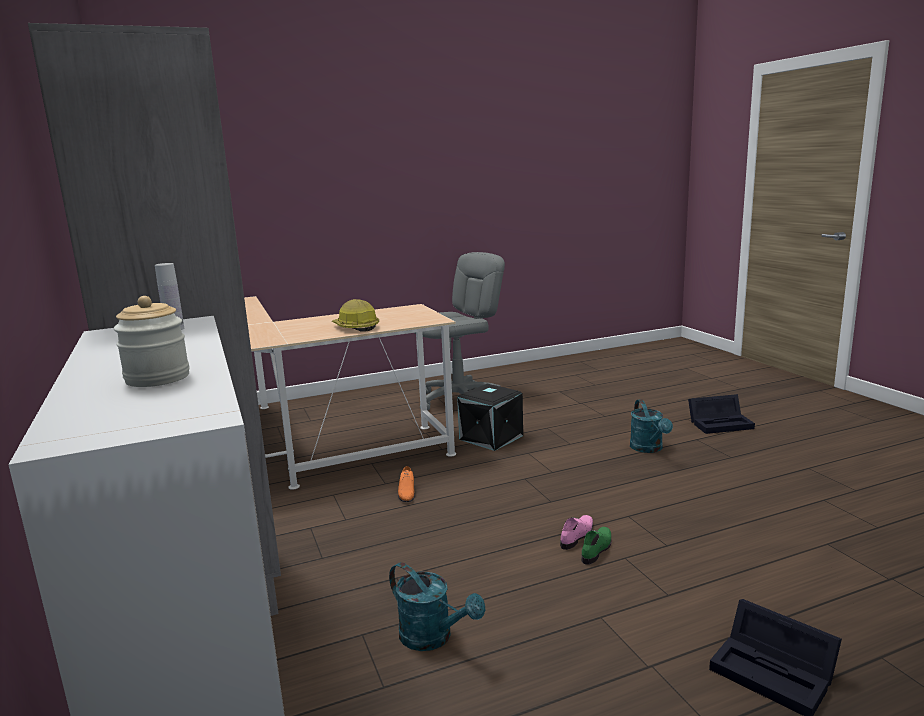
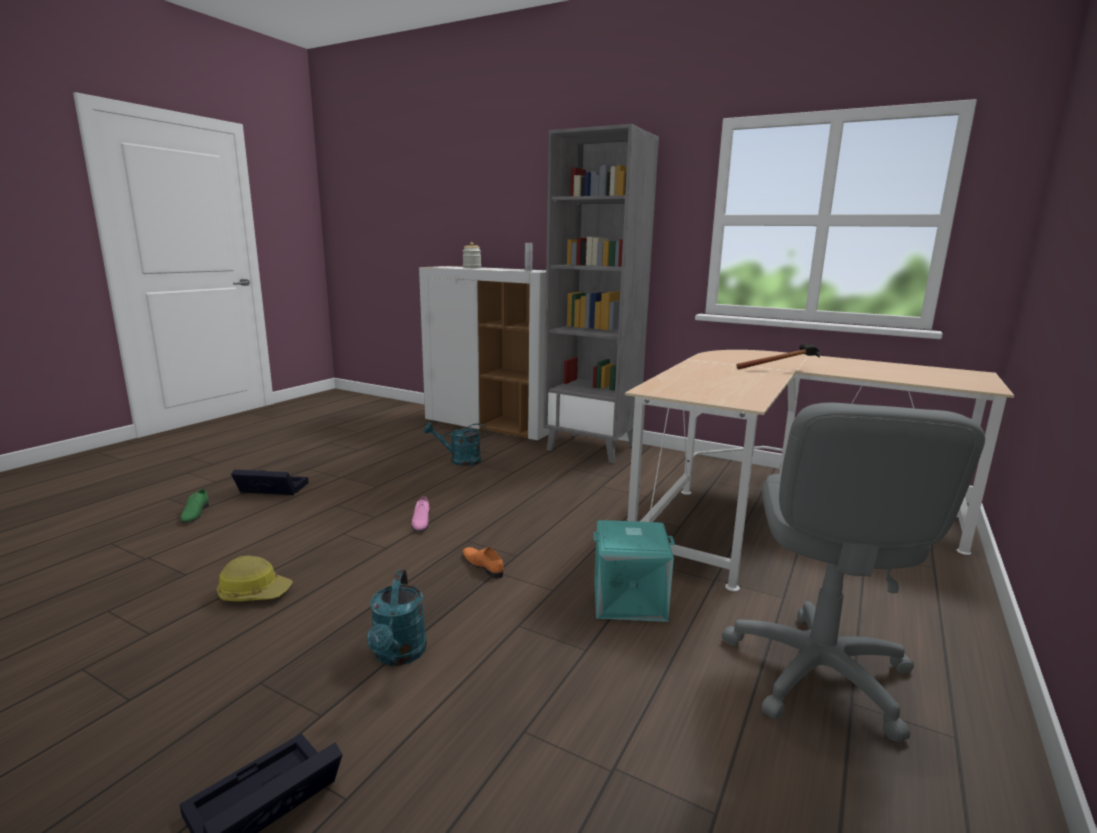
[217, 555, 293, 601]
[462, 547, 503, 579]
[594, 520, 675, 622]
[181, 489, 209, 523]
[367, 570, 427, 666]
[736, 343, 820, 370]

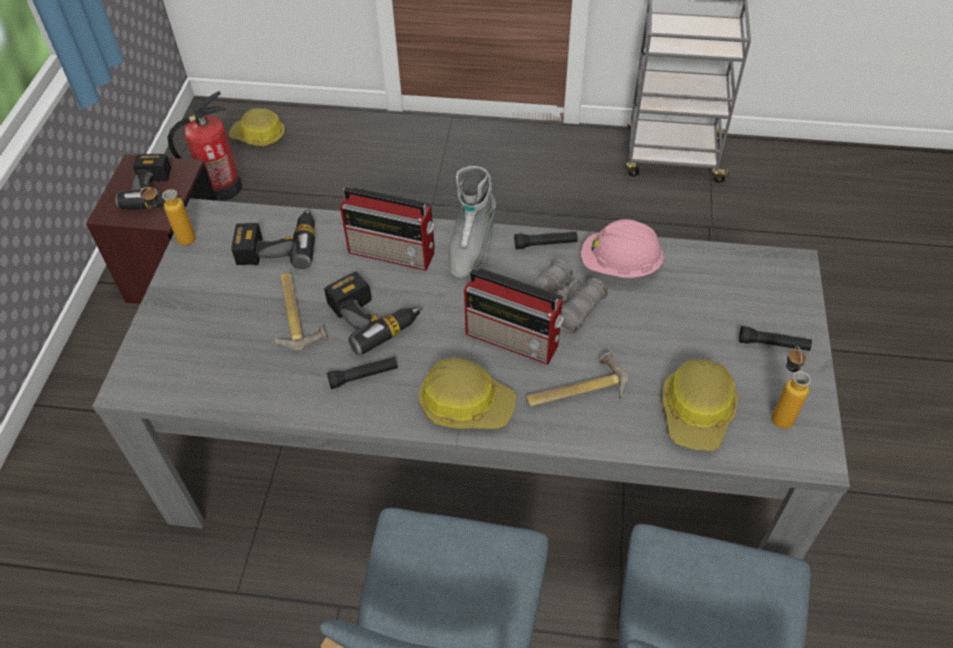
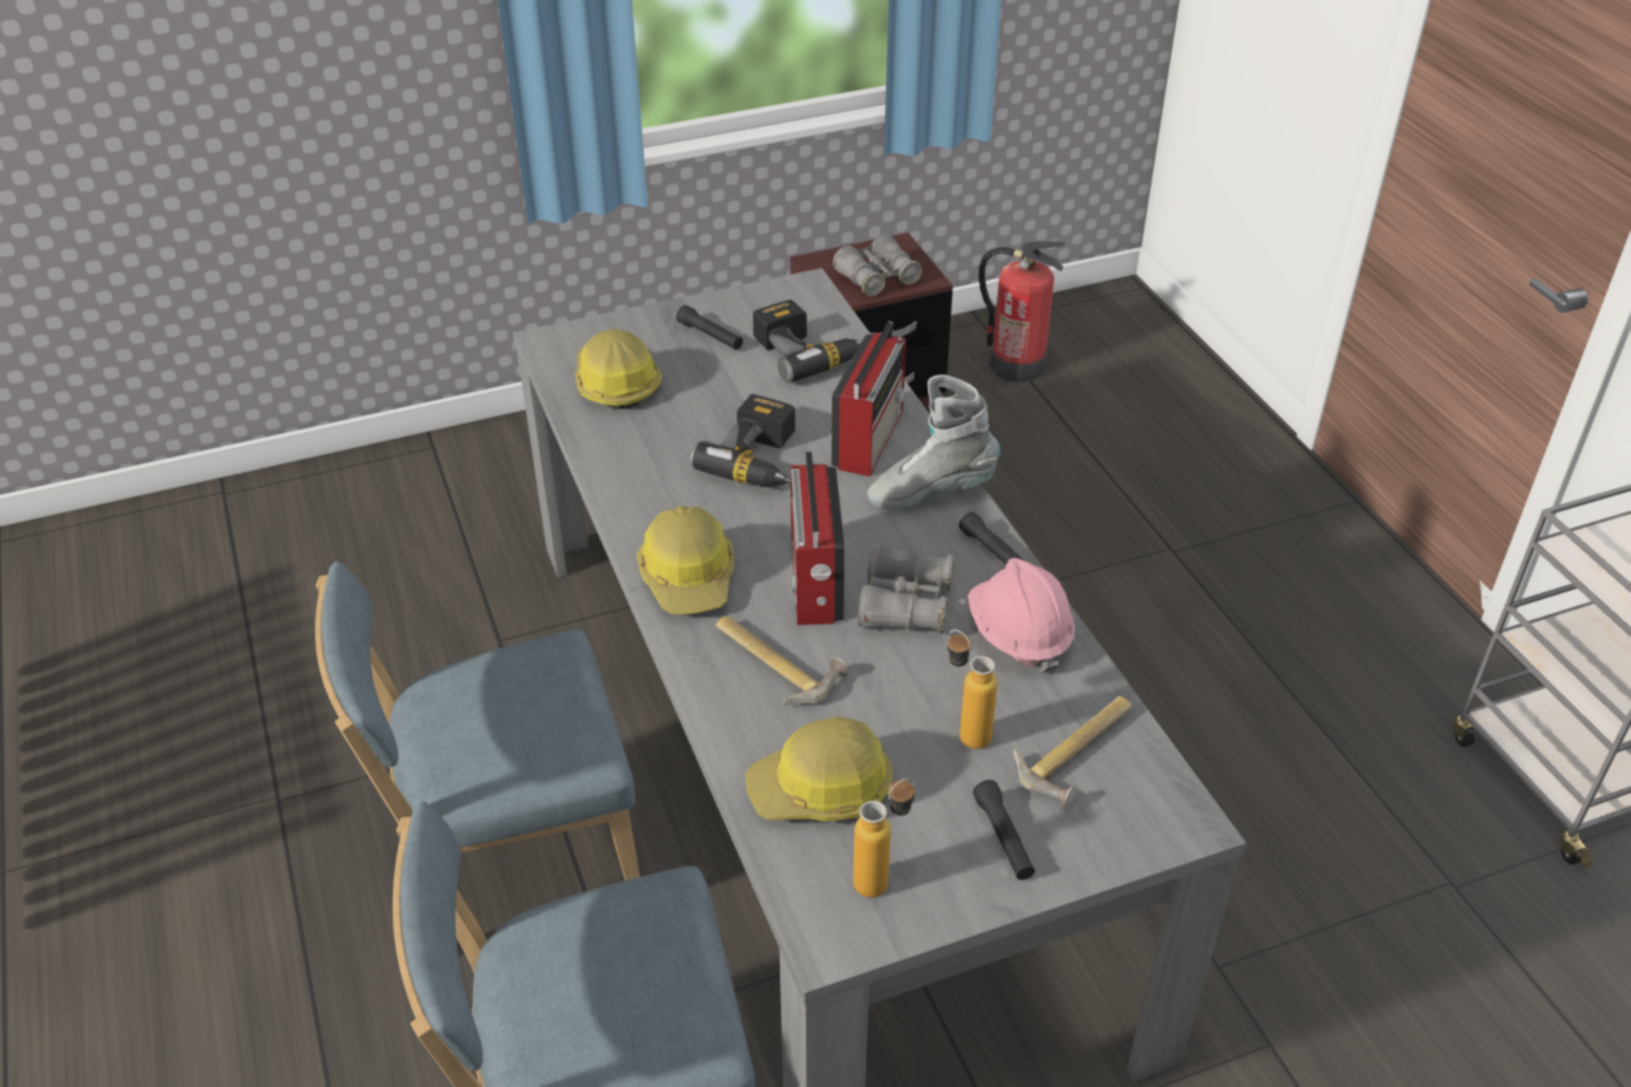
[833, 235, 922, 296]
[947, 630, 997, 749]
[575, 329, 662, 409]
[1014, 696, 1132, 809]
[677, 305, 743, 350]
[831, 321, 906, 477]

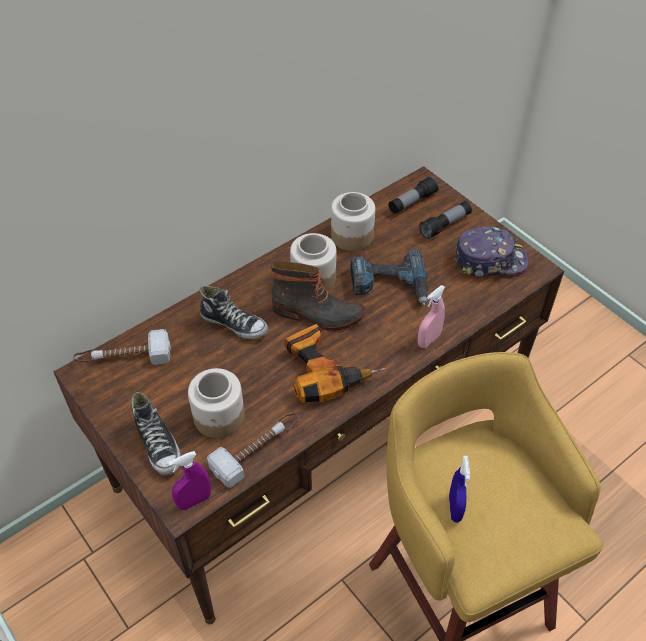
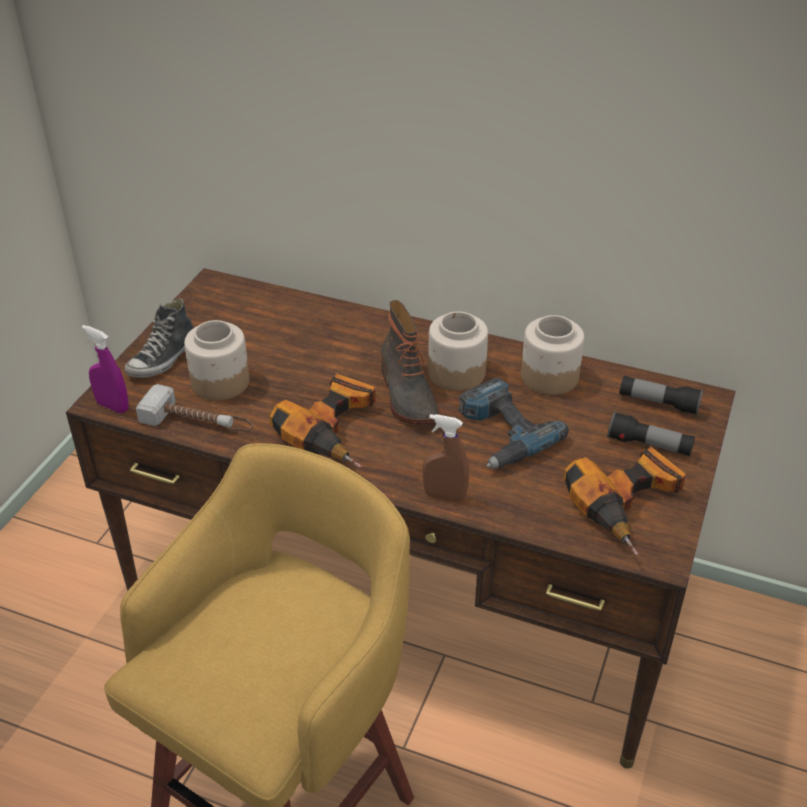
[73, 329, 171, 365] (first image)
[200, 286, 269, 339] (first image)
[422, 414, 469, 502]
[449, 456, 470, 523] (first image)
[564, 447, 686, 556]

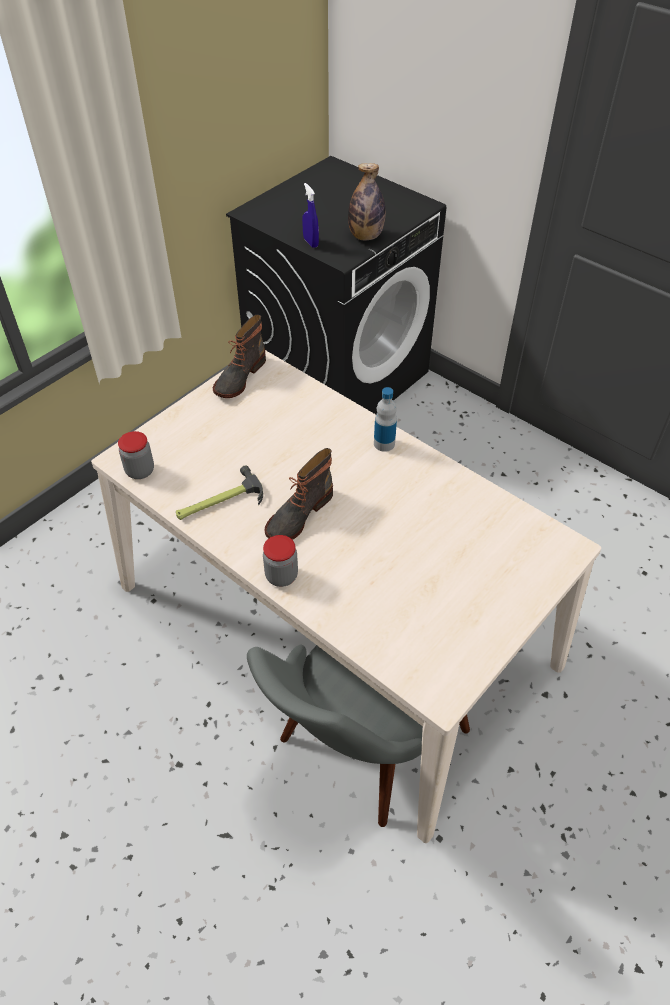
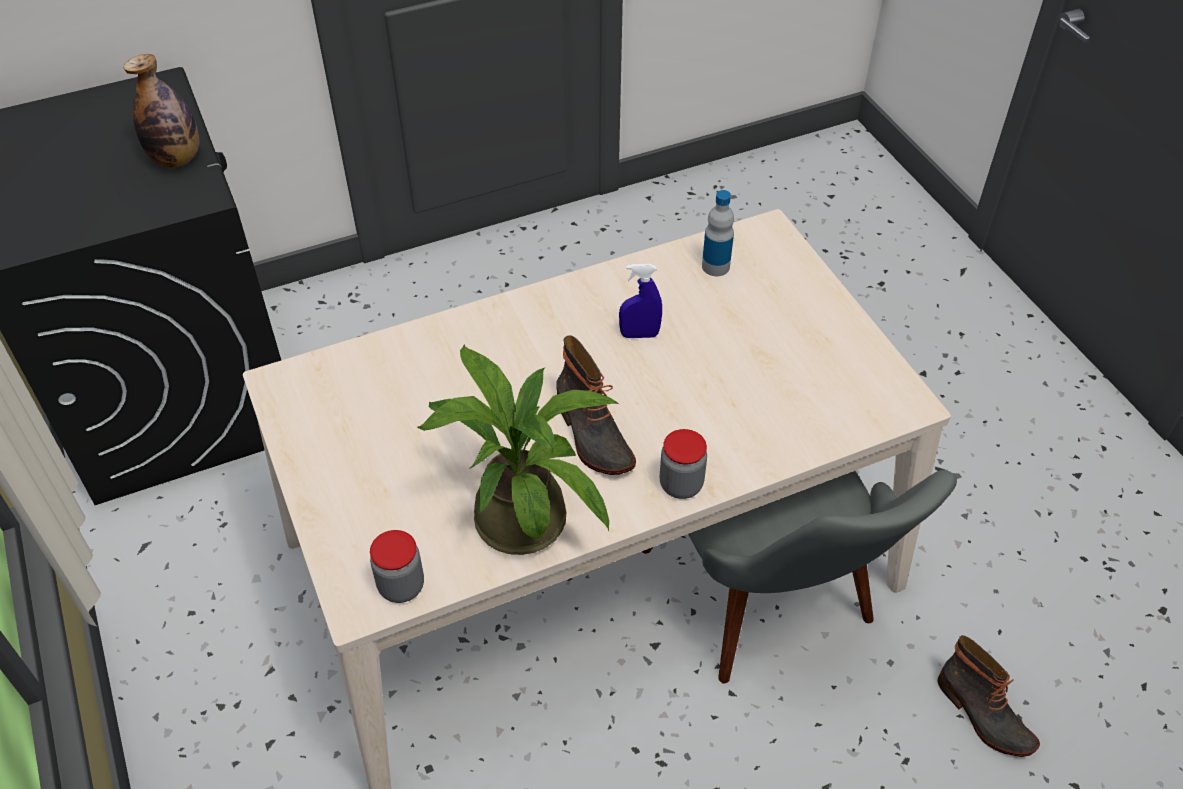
[417, 344, 619, 555]
[938, 635, 1040, 757]
[619, 264, 662, 338]
[702, 190, 734, 276]

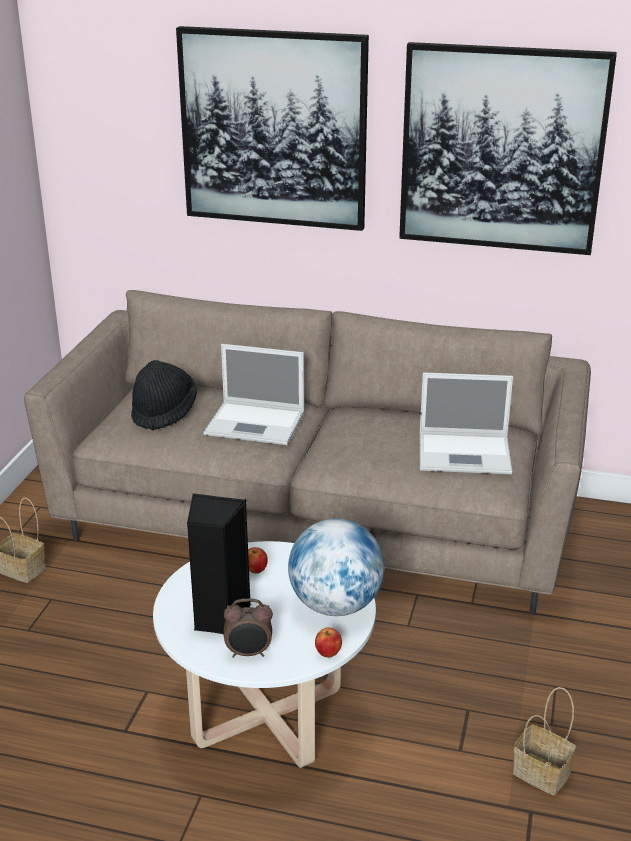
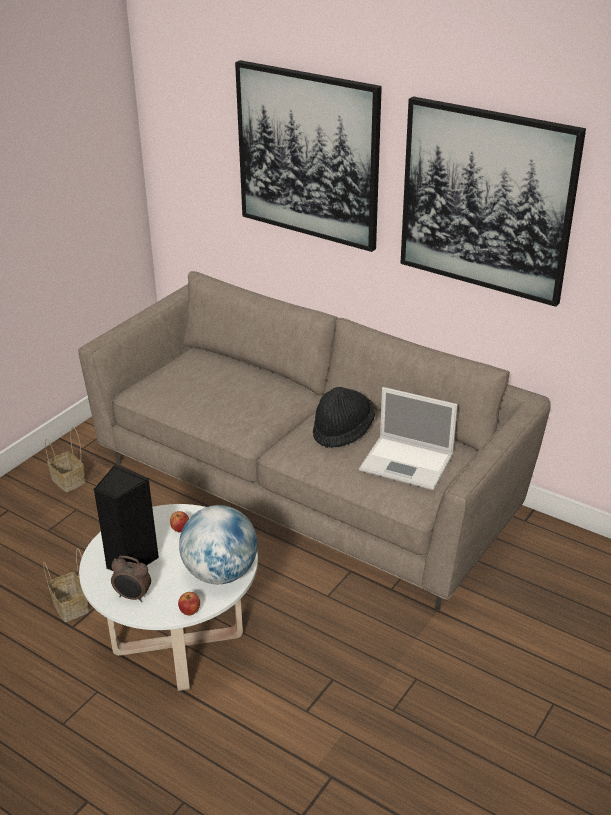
[313, 387, 375, 448]
[203, 344, 305, 445] (first image)
[43, 548, 89, 622]

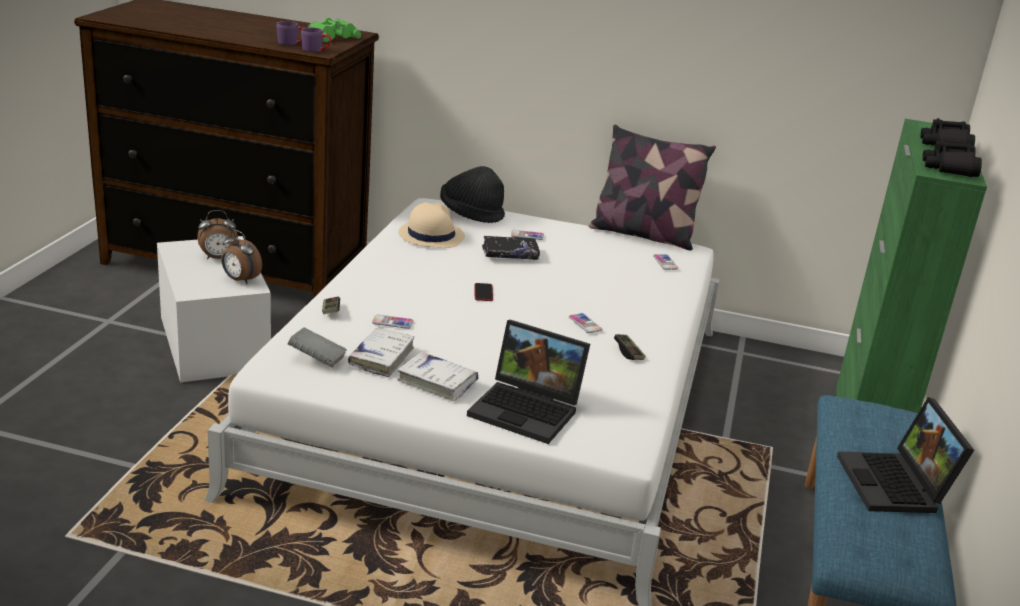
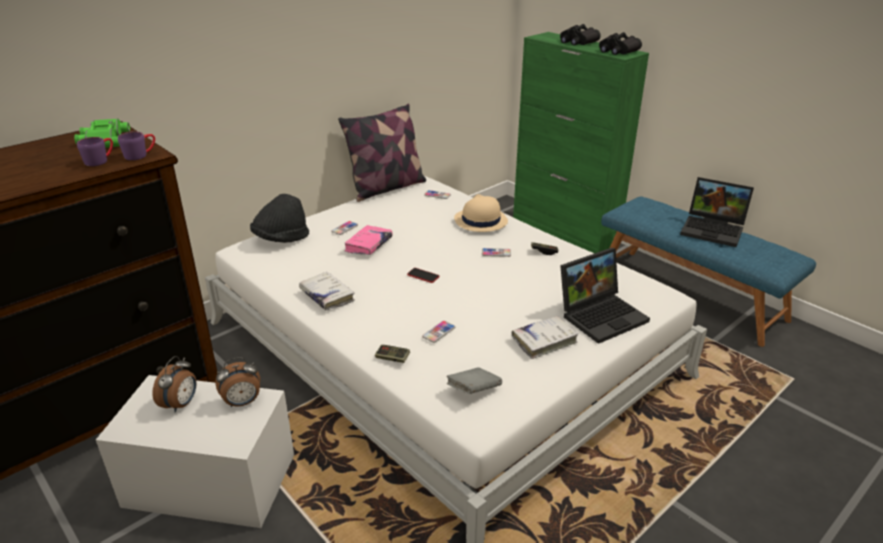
[299, 272, 355, 310]
[454, 194, 508, 232]
[344, 225, 393, 255]

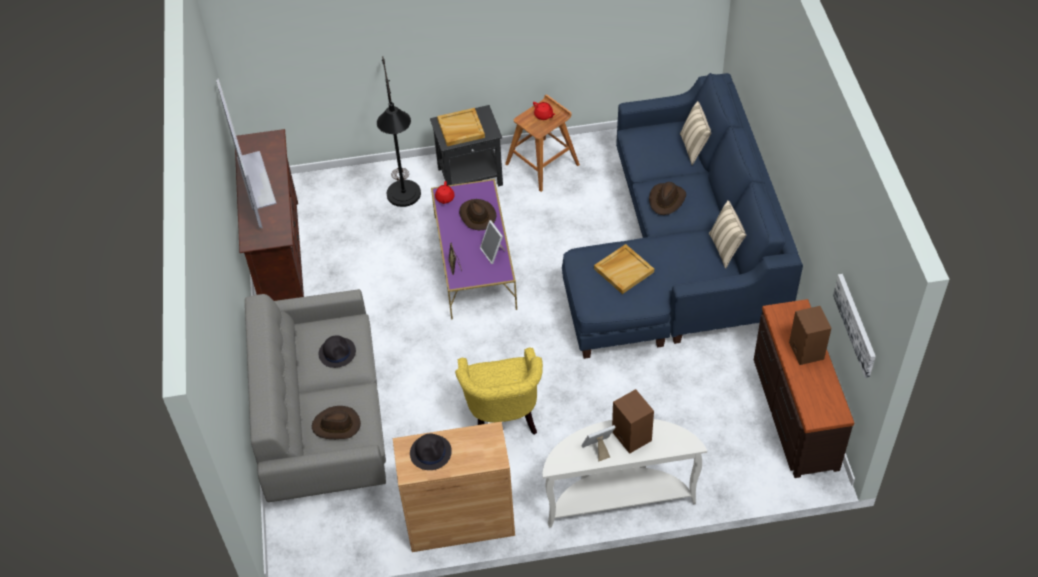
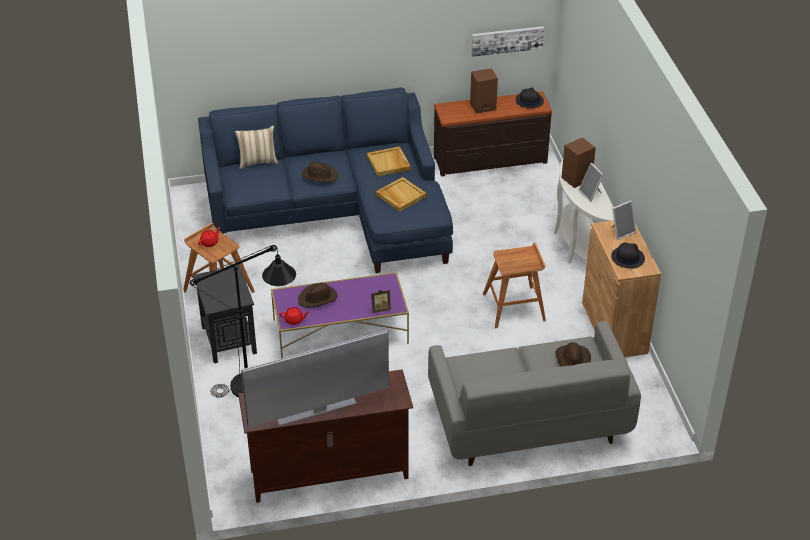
[516, 88, 544, 109]
[367, 146, 411, 177]
[483, 242, 546, 328]
[611, 200, 636, 240]
[709, 200, 746, 269] (first image)

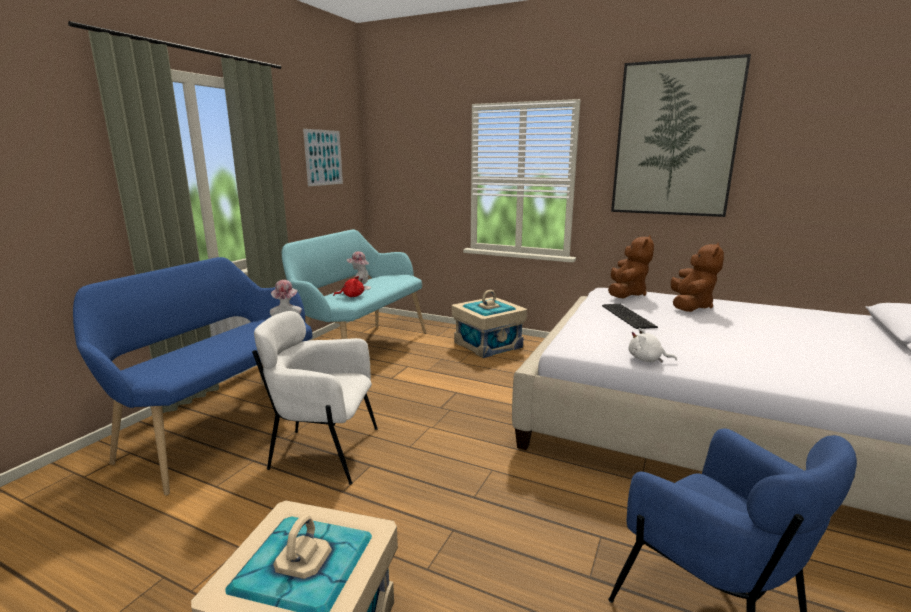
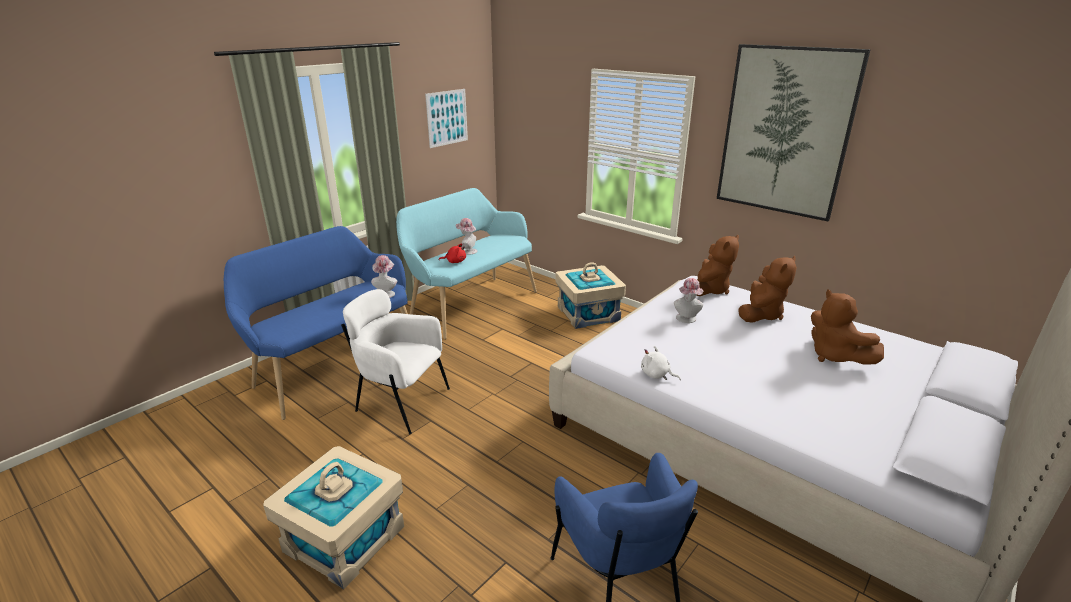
[674, 278, 703, 323]
[811, 290, 884, 365]

